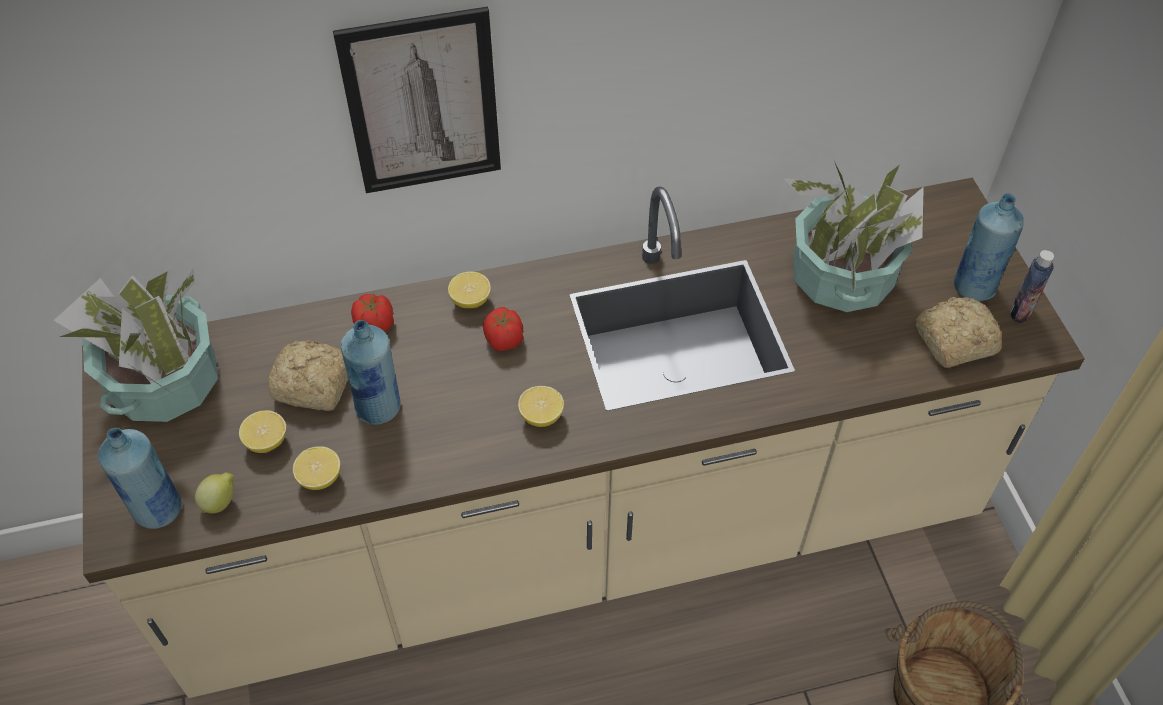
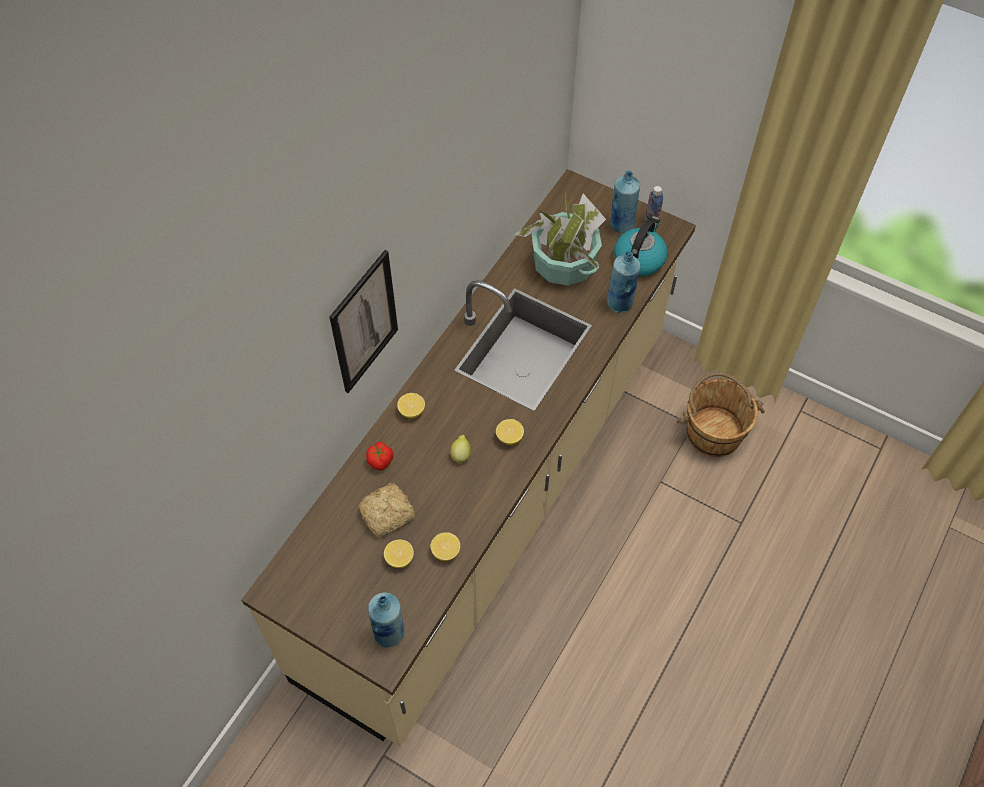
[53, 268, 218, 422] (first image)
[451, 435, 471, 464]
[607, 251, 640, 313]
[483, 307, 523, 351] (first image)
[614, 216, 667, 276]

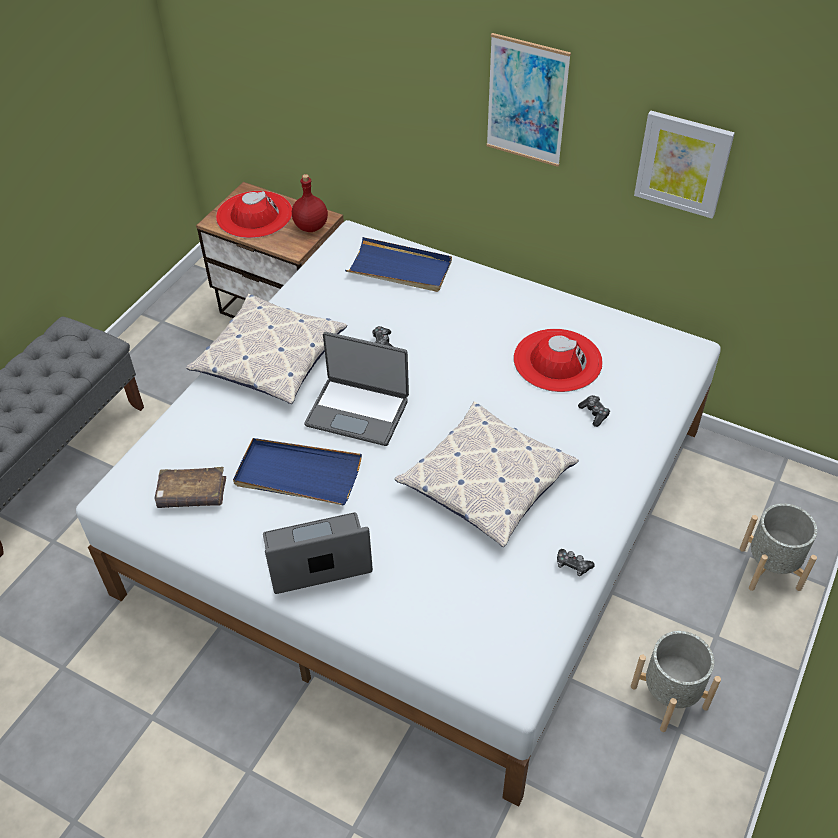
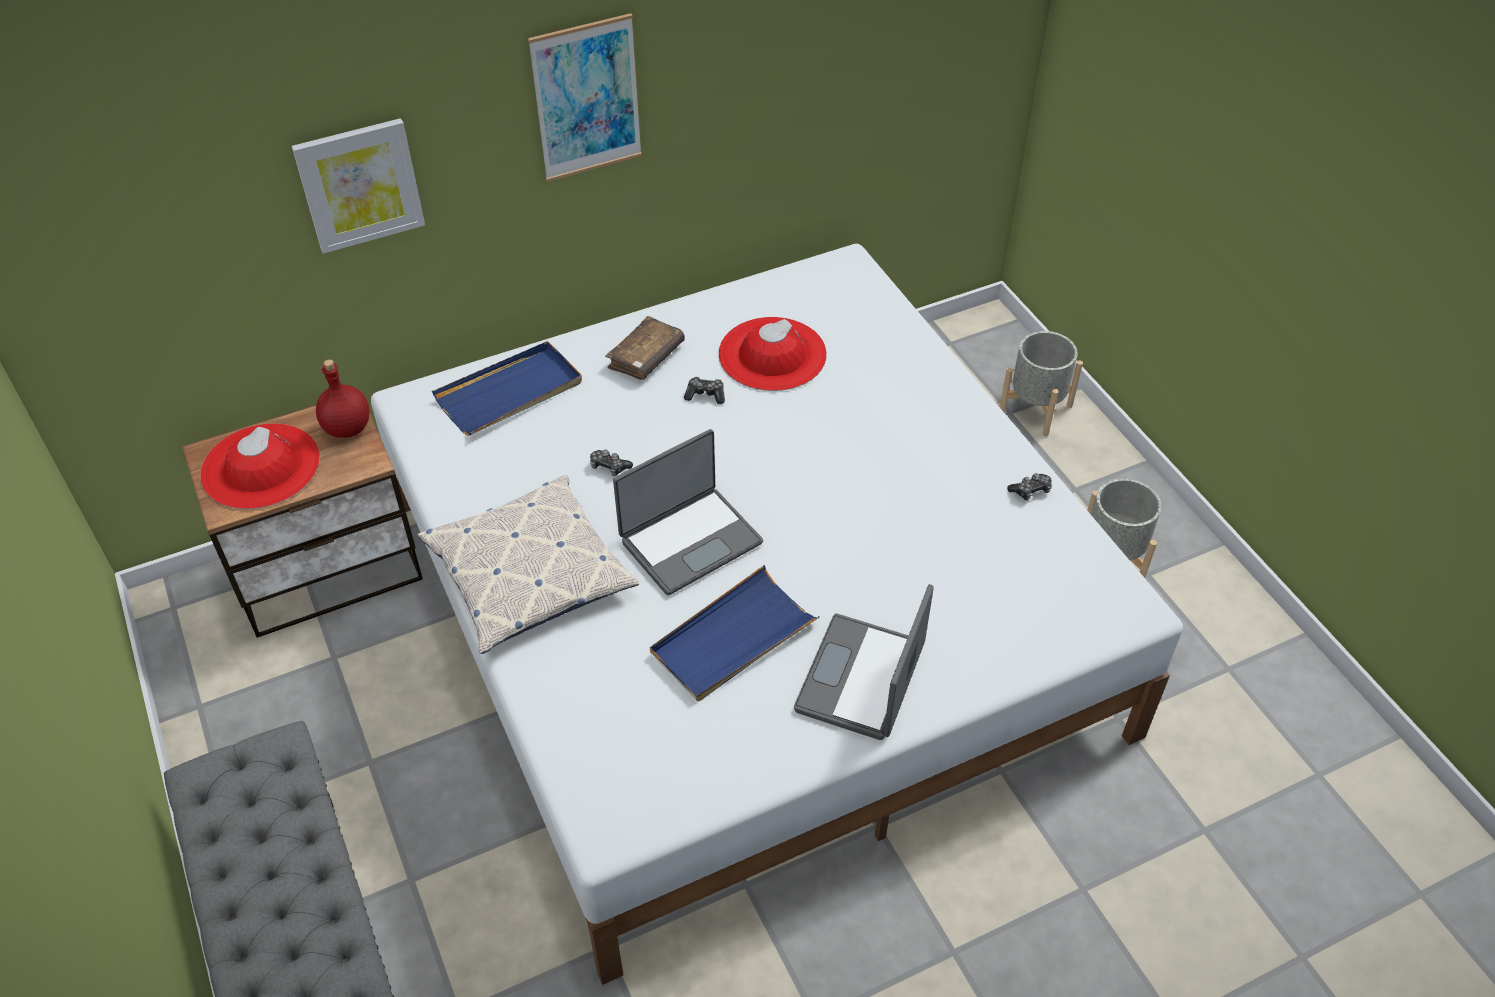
[605, 316, 685, 380]
[394, 401, 579, 547] (first image)
[684, 377, 725, 404]
[292, 118, 425, 254]

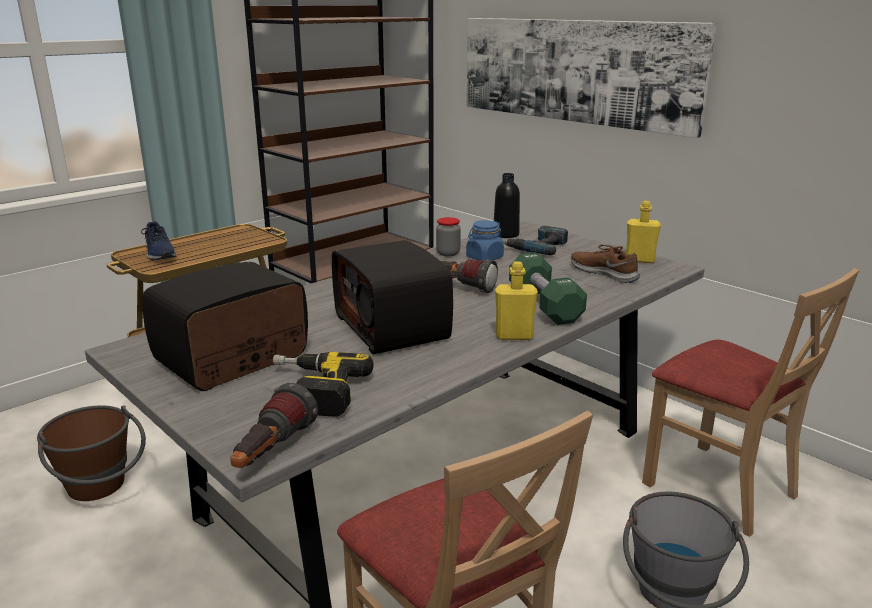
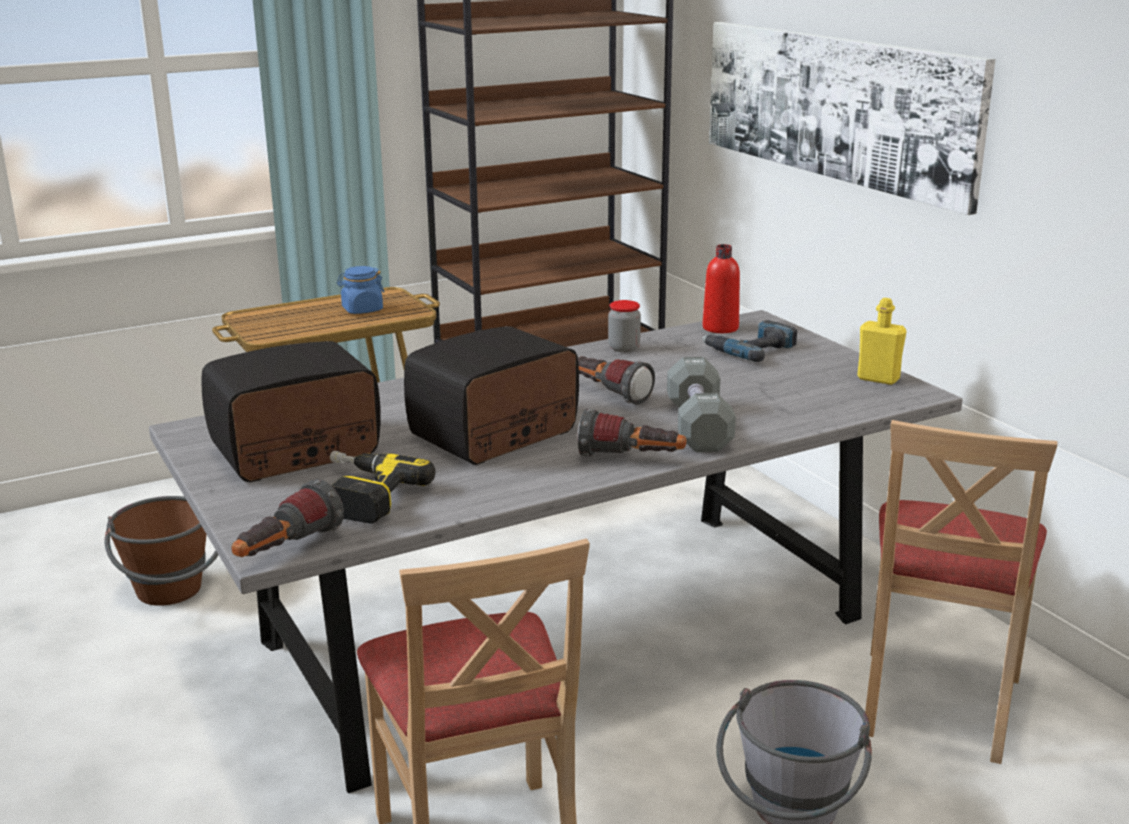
[141, 221, 176, 260] (first image)
[404, 326, 579, 465]
[337, 266, 384, 314]
[702, 244, 740, 333]
[577, 408, 686, 457]
[667, 357, 736, 452]
[571, 245, 640, 283] (first image)
[865, 420, 1057, 764]

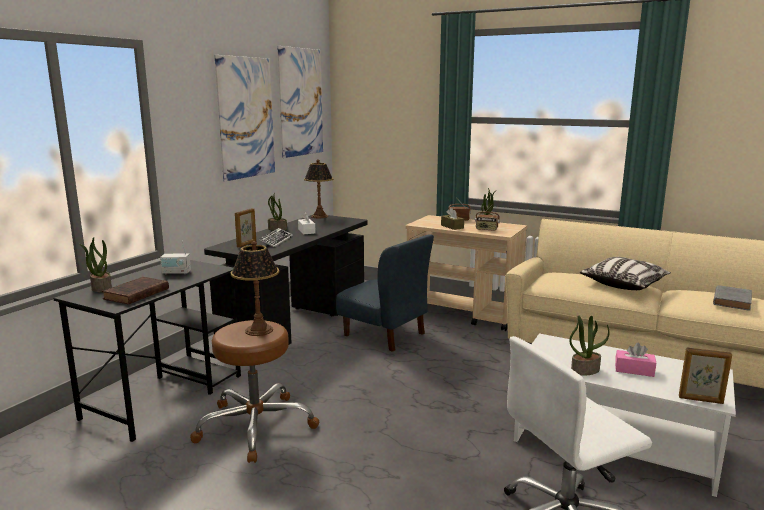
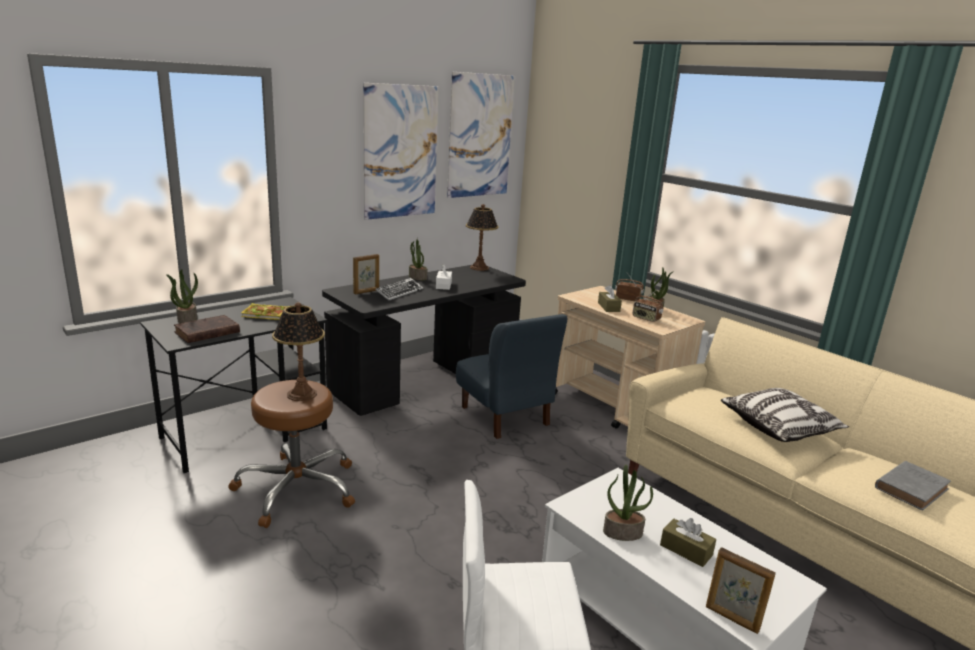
[241, 303, 289, 320]
[660, 518, 716, 567]

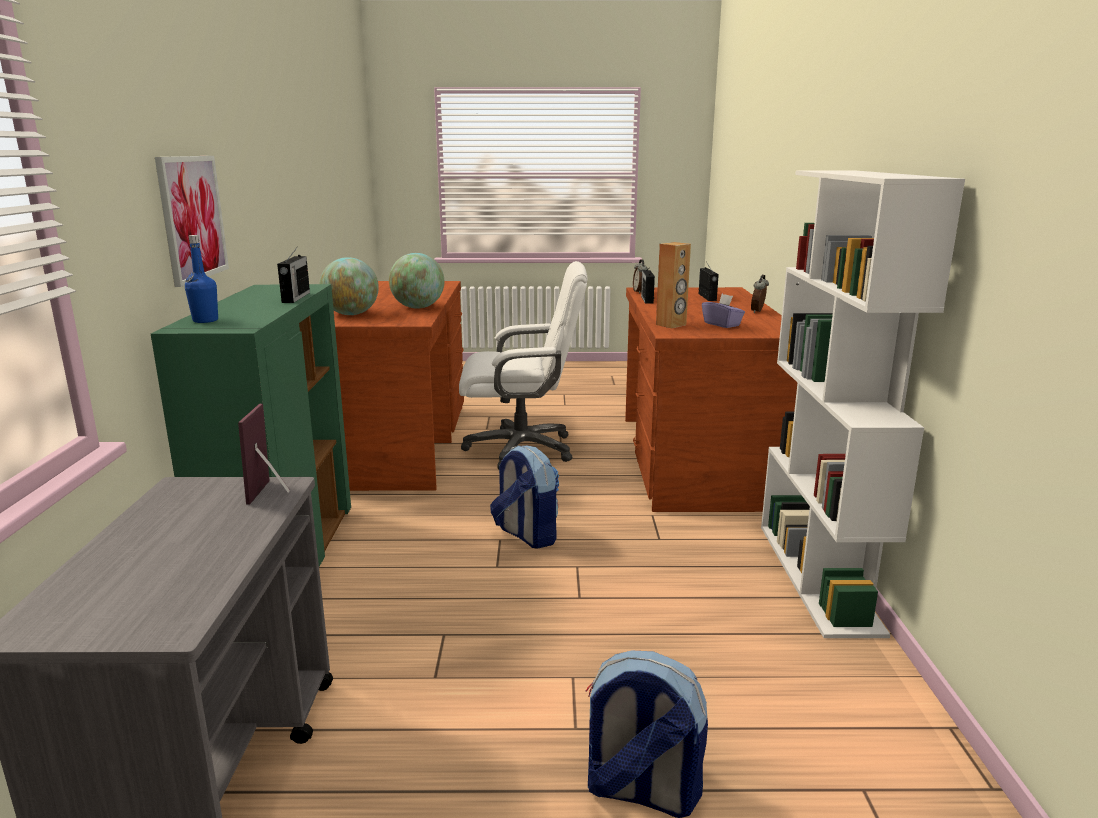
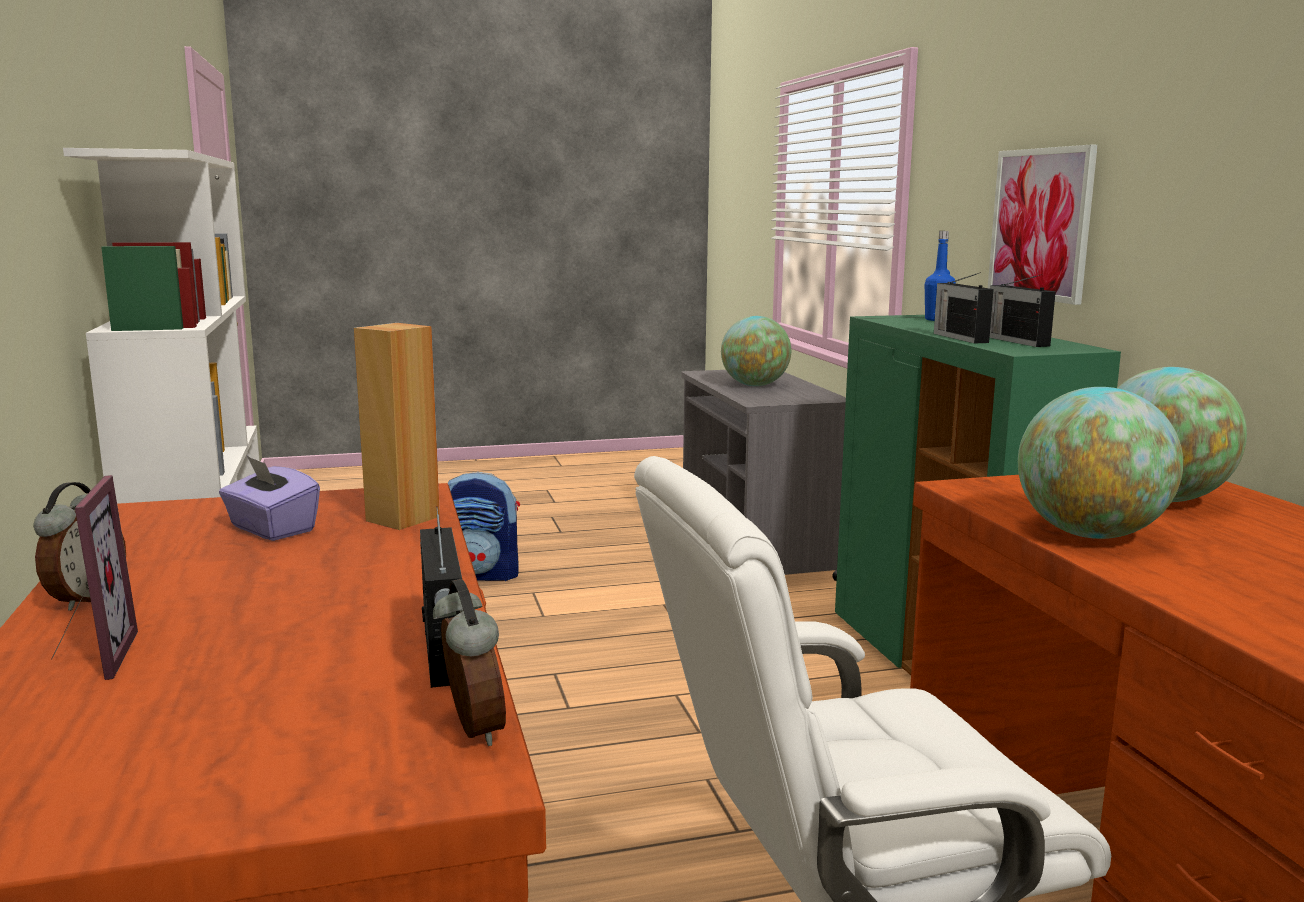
[52, 475, 138, 680]
[490, 445, 559, 549] (first image)
[990, 274, 1056, 347]
[721, 316, 791, 386]

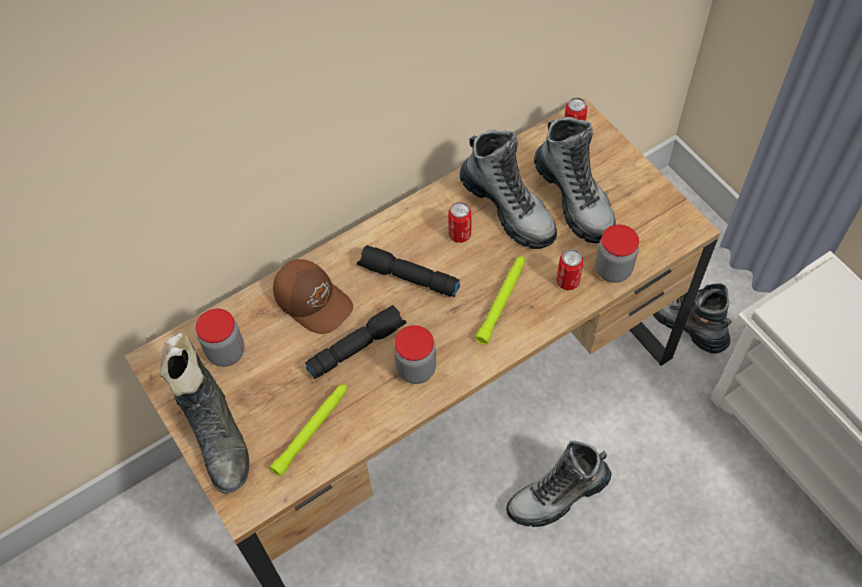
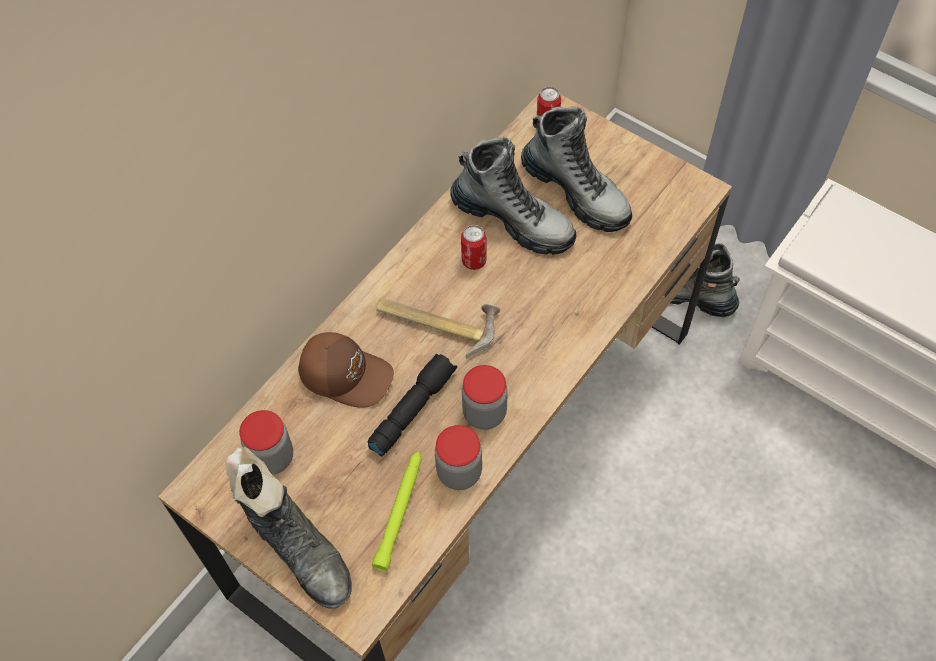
[376, 298, 500, 359]
[475, 256, 525, 345] (first image)
[506, 441, 612, 527] (first image)
[557, 249, 584, 290] (first image)
[435, 425, 482, 490]

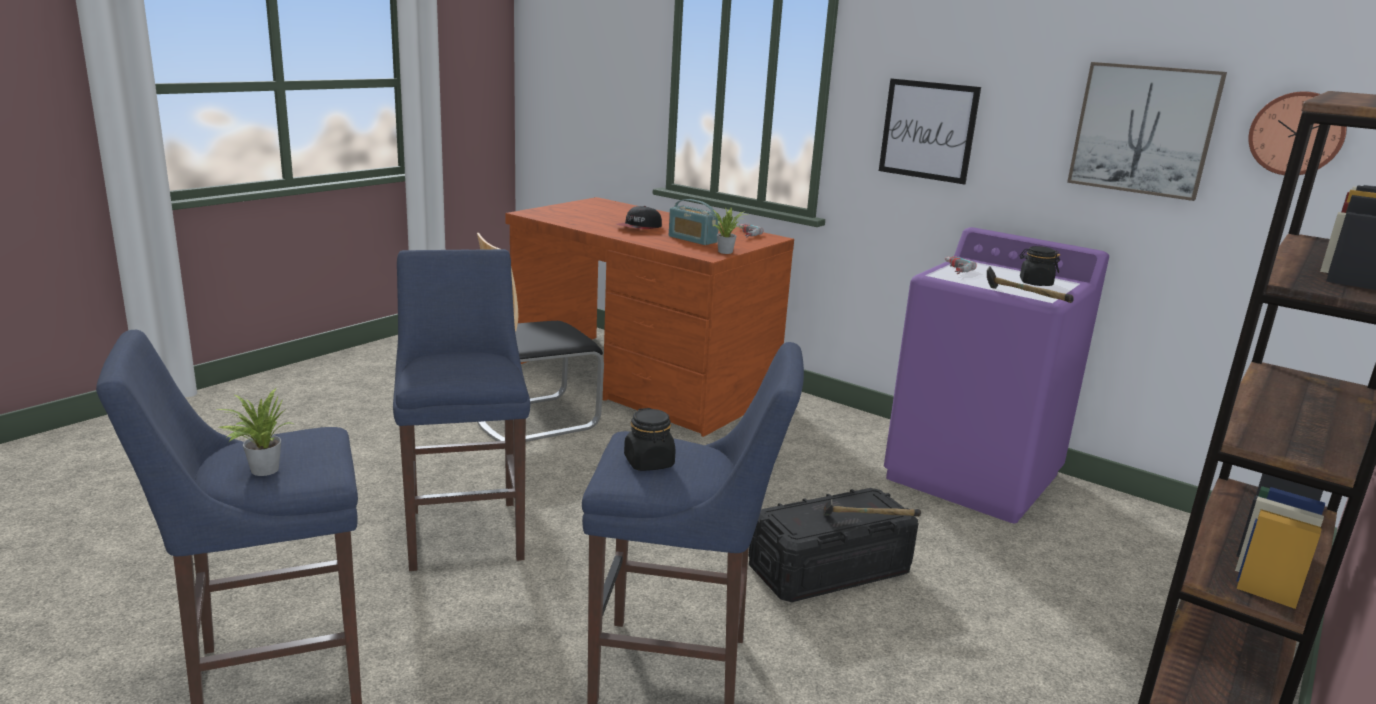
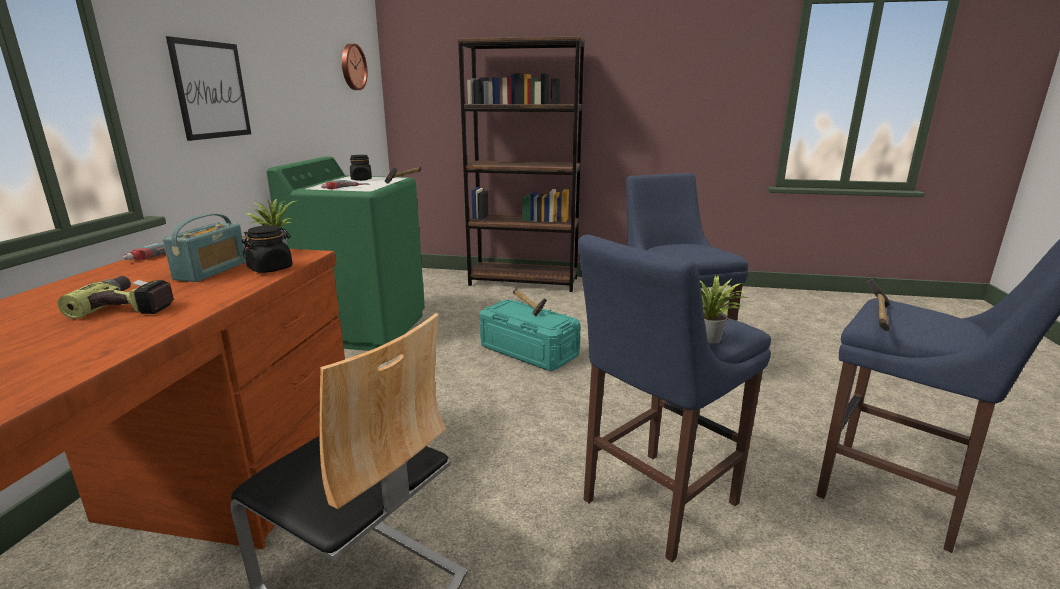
[700, 275, 749, 344]
[57, 276, 174, 319]
[242, 225, 293, 273]
[480, 300, 581, 371]
[267, 156, 425, 351]
[1067, 62, 1227, 201] (first image)
[867, 279, 891, 331]

